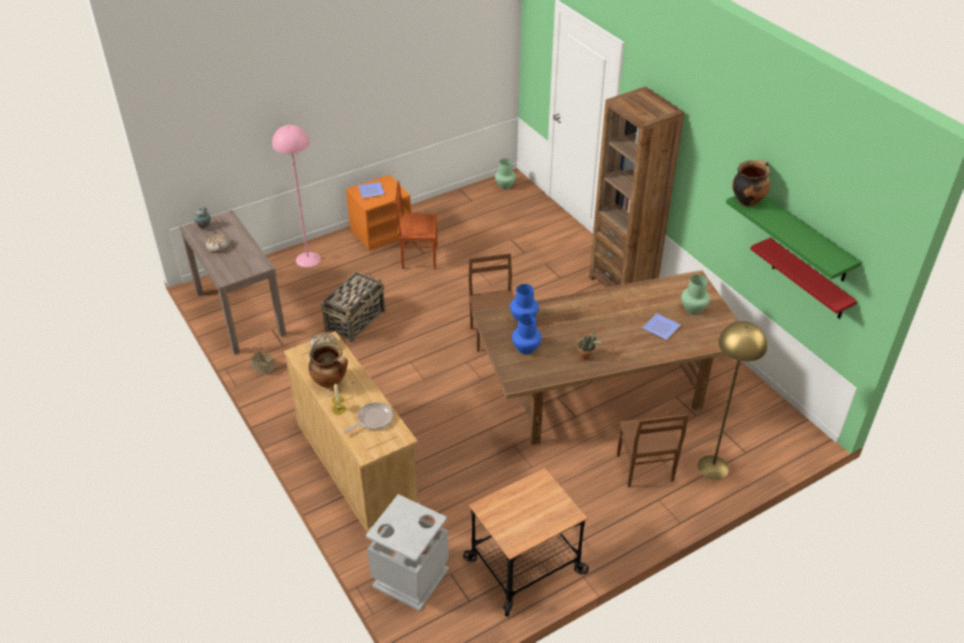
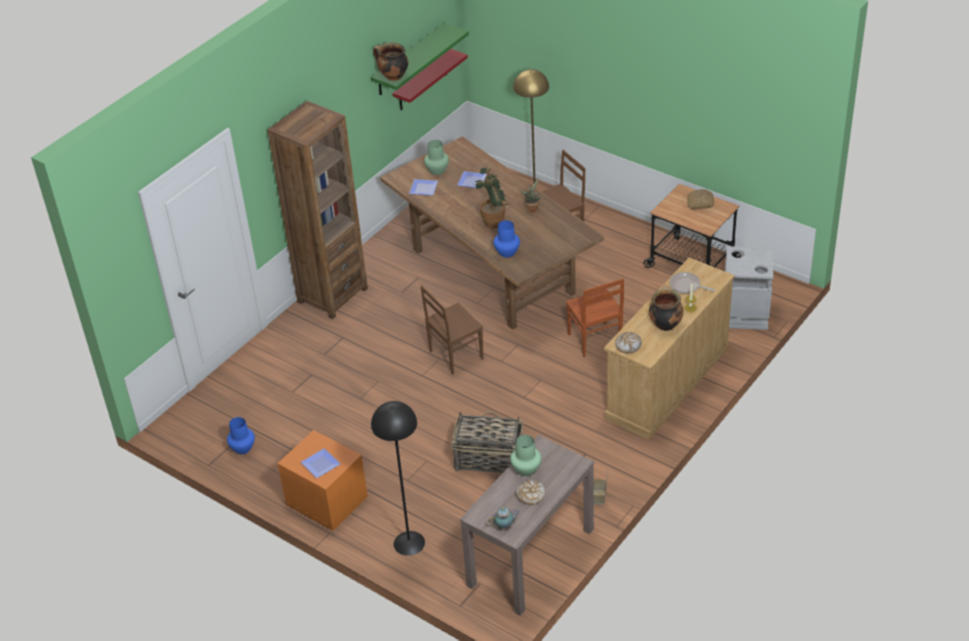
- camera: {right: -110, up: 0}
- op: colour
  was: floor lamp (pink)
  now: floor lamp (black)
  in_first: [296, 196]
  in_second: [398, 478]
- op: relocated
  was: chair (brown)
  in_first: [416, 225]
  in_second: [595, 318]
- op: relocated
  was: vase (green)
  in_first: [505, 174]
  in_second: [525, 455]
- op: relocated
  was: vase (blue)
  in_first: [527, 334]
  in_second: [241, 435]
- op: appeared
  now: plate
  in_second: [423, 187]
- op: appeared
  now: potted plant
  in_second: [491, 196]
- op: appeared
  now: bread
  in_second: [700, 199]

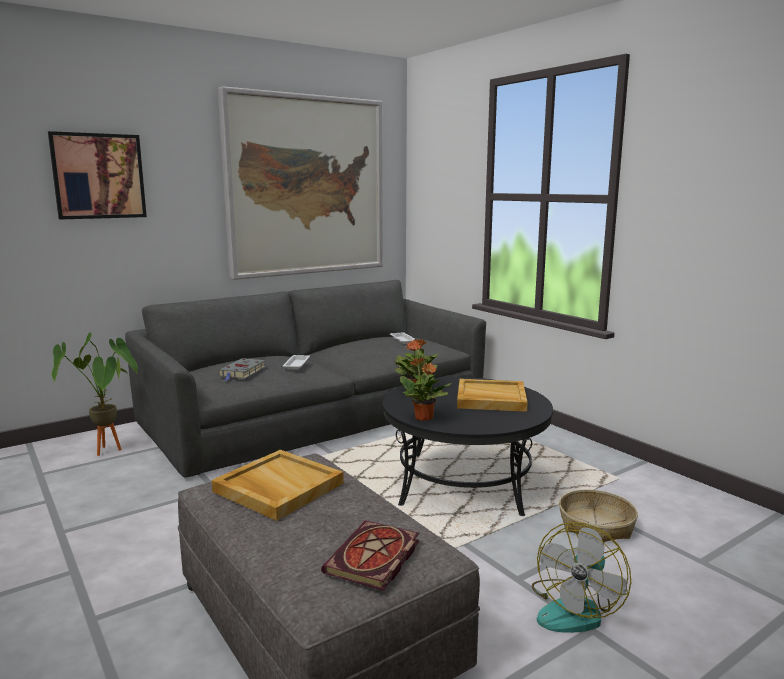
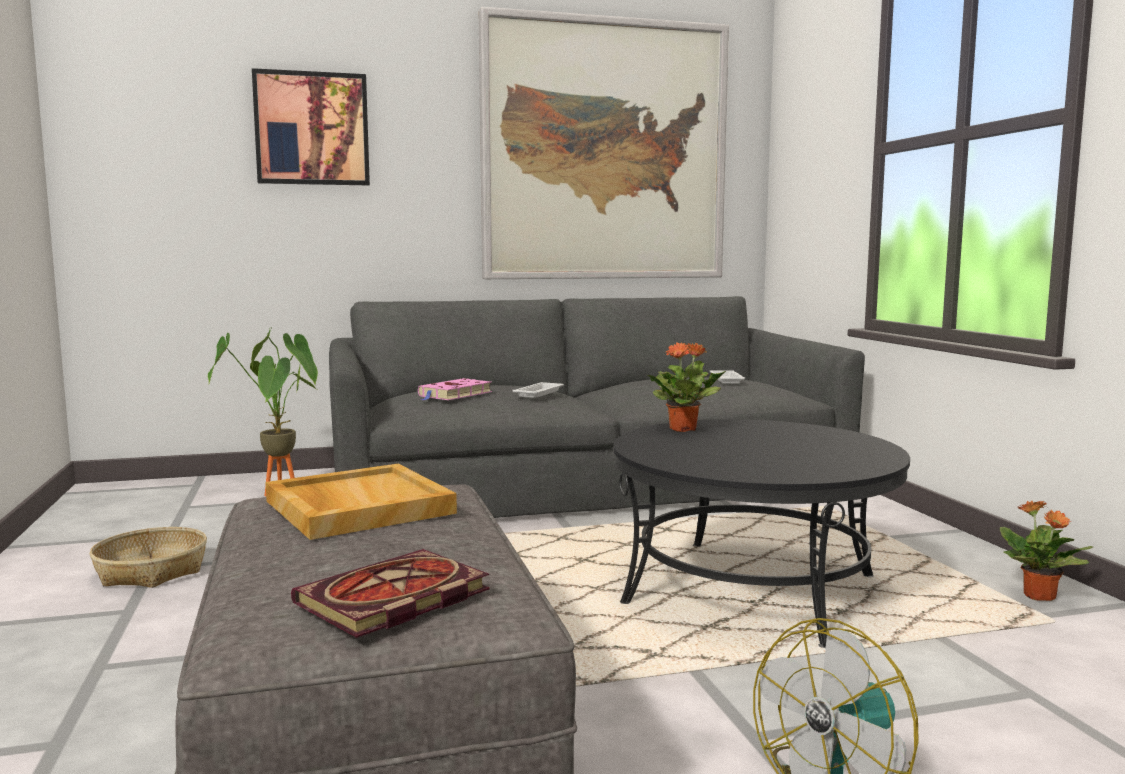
- camera: {right: 20, up: -5}
- op: colour
  was: book (grey)
  now: book (pink)
  in_first: [242, 369]
  in_second: [455, 389]
- op: relocated
  was: potted plant
  in_first: [426, 389]
  in_second: [1046, 551]
- op: missing
  was: tray (beige)
  in_first: [492, 395]
- op: relocated
  was: basket
  in_first: [598, 516]
  in_second: [148, 557]

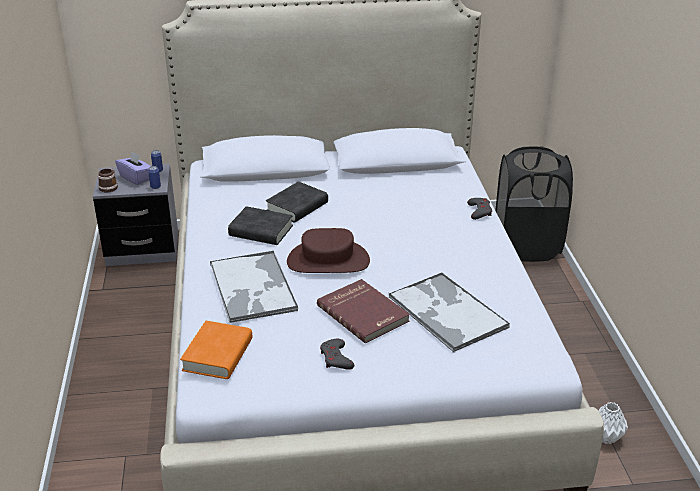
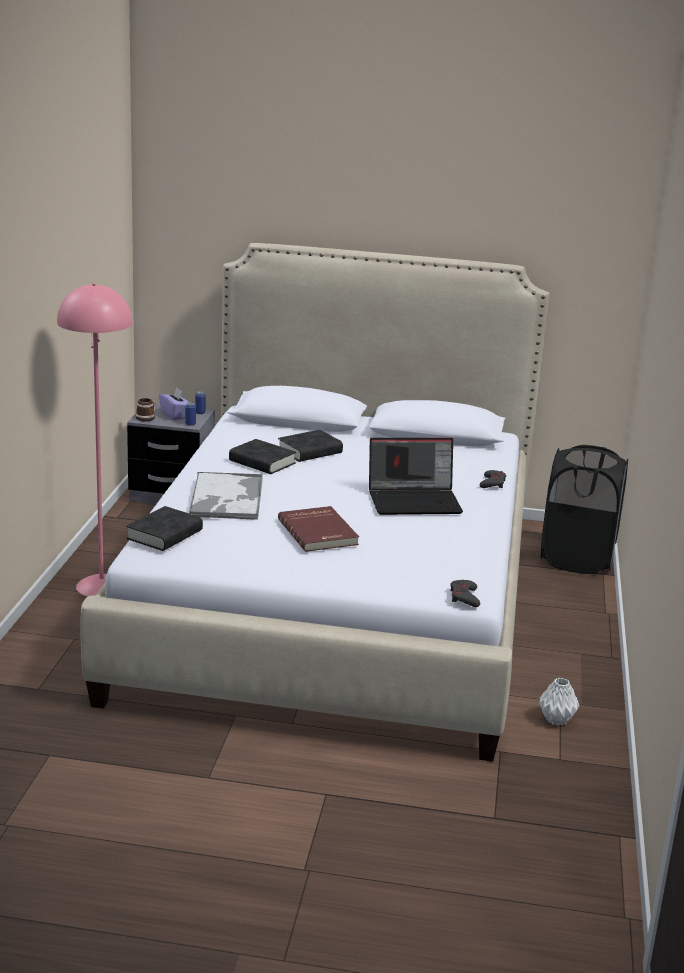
- camera: {right: 15, up: -10}
- op: colour
  was: book (orange)
  now: book (black)
  in_first: [216, 350]
  in_second: [164, 528]
- op: missing
  was: hat (brown)
  in_first: [328, 250]
- op: relocated
  was: game controller (grey)
  in_first: [337, 354]
  in_second: [465, 593]
- op: missing
  was: tray
  in_first: [449, 312]
- op: appeared
  now: floor lamp (pink)
  in_second: [95, 440]
- op: appeared
  now: laptop
  in_second: [416, 476]

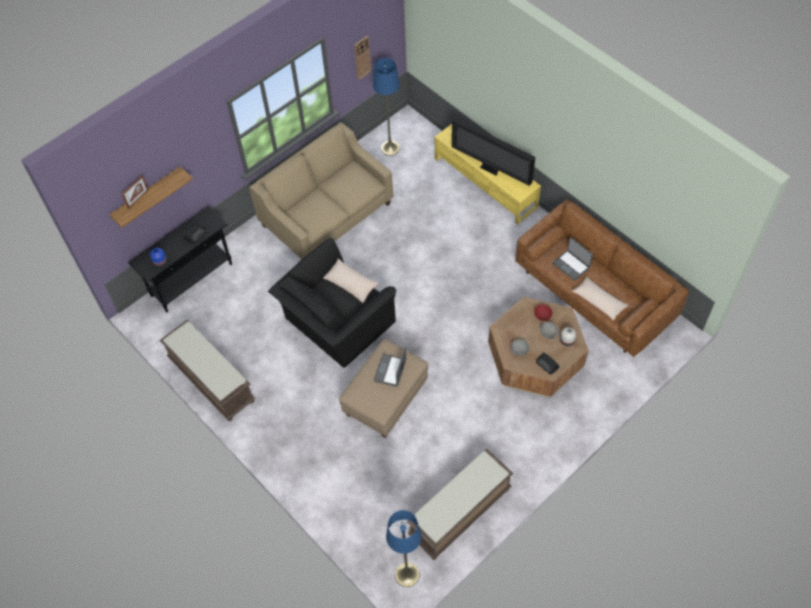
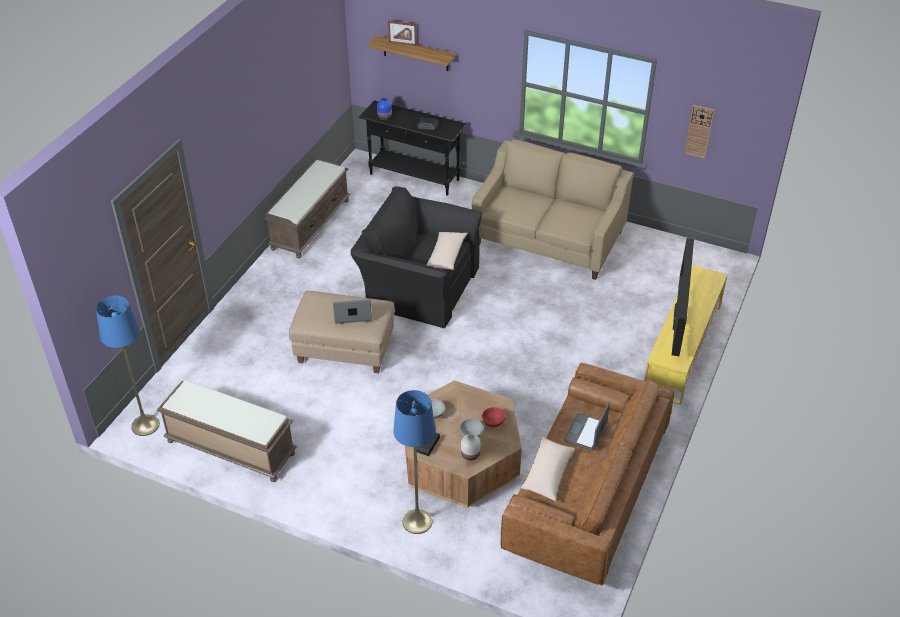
- camera: {right: 65, up: -15}
- op: relocated
  was: floor lamp (blue)
  in_first: [386, 107]
  in_second: [414, 462]

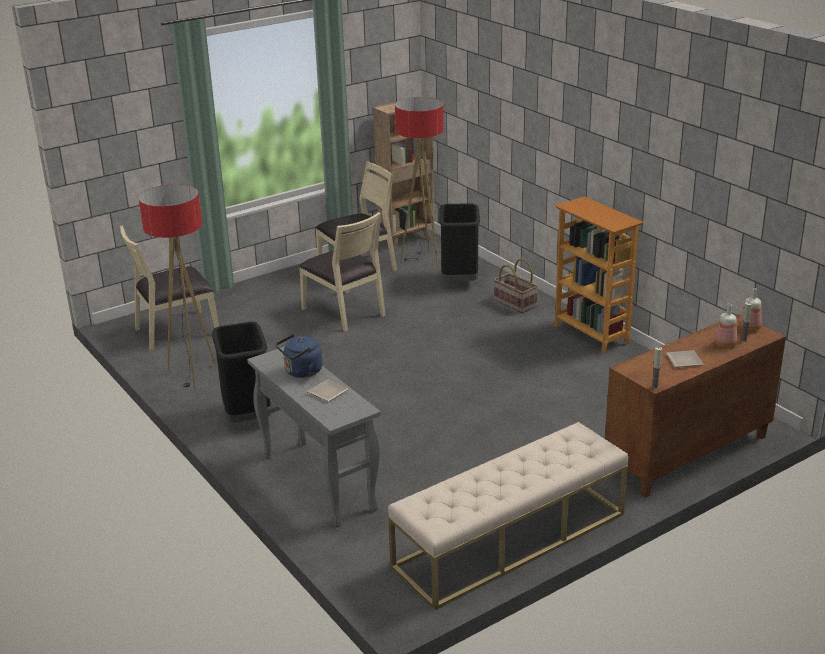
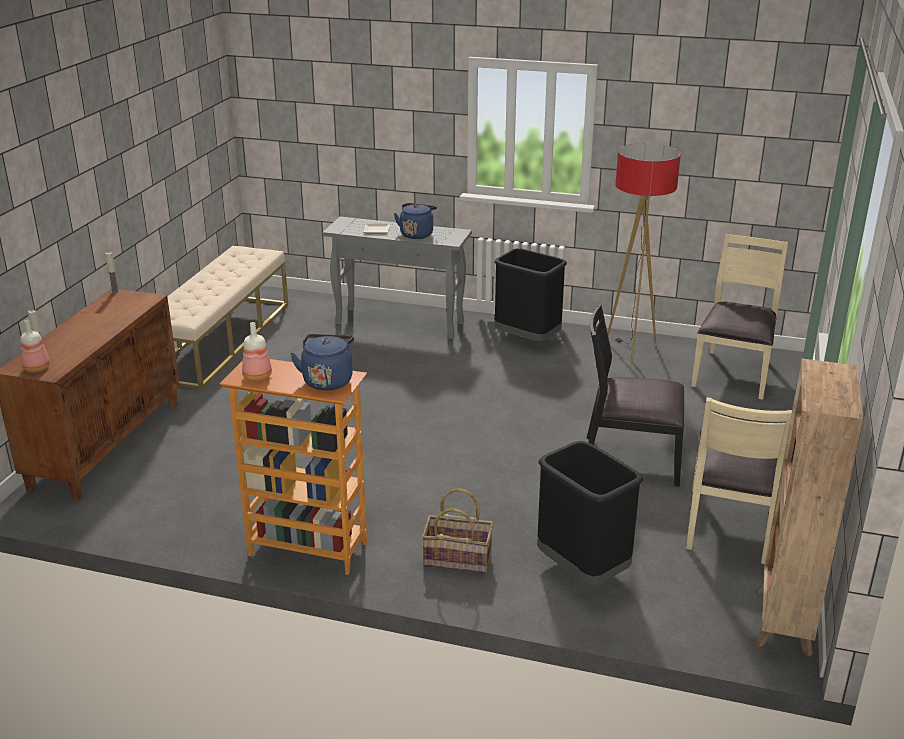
- camera: {right: 140, up: 0}
- op: colour
  was: chair (beige)
  now: chair (black)
  in_first: [342, 272]
  in_second: [635, 395]
- op: missing
  was: floor lamp
  in_first: [419, 182]
- op: missing
  was: plate
  in_first: [685, 358]
- op: relocated
  was: bottle
  in_first: [725, 326]
  in_second: [257, 351]
- op: appeared
  now: kettle (blue)
  in_second: [322, 362]

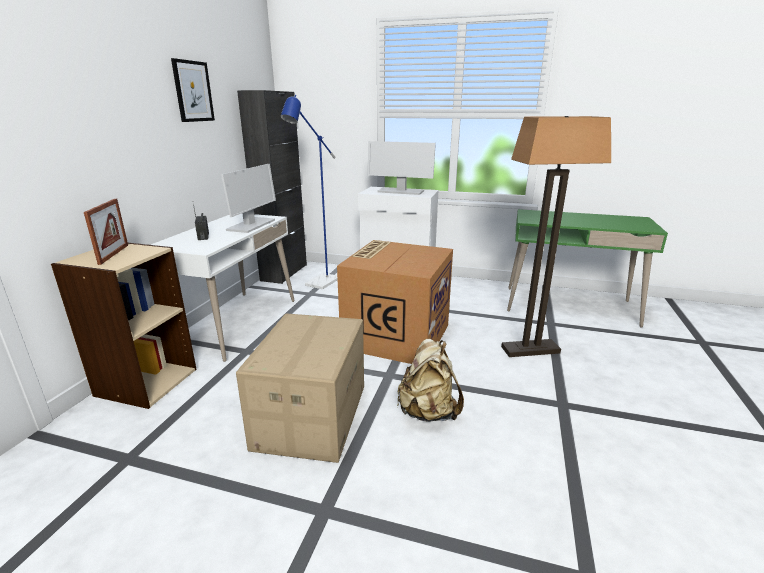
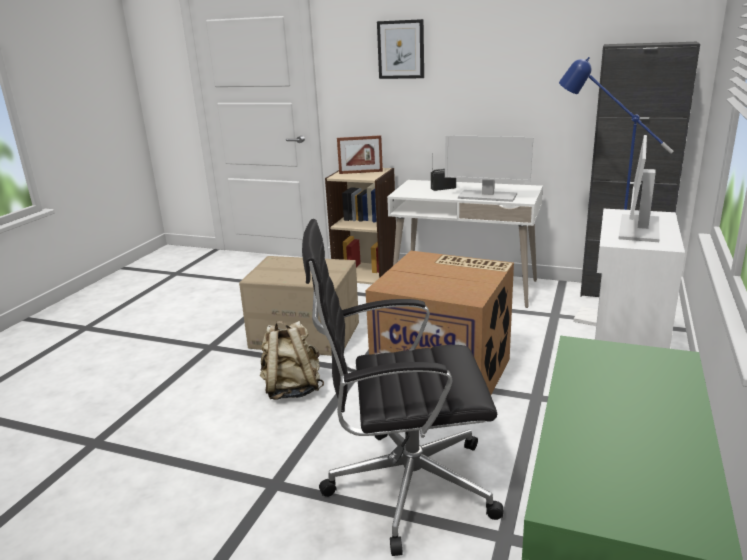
- camera: {right: 95, up: 0}
- op: relocated
  was: picture
  in_first: [193, 90]
  in_second: [400, 49]
- op: exchanged
  was: floor lamp
  now: office chair (black)
  in_first: [556, 236]
  in_second: [403, 387]

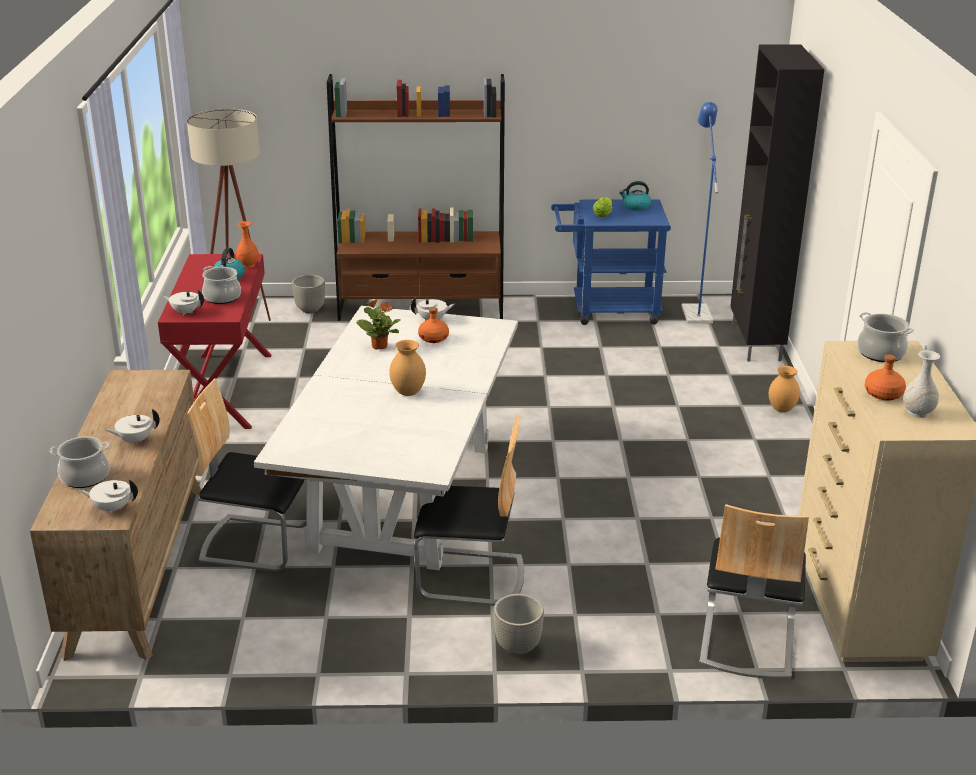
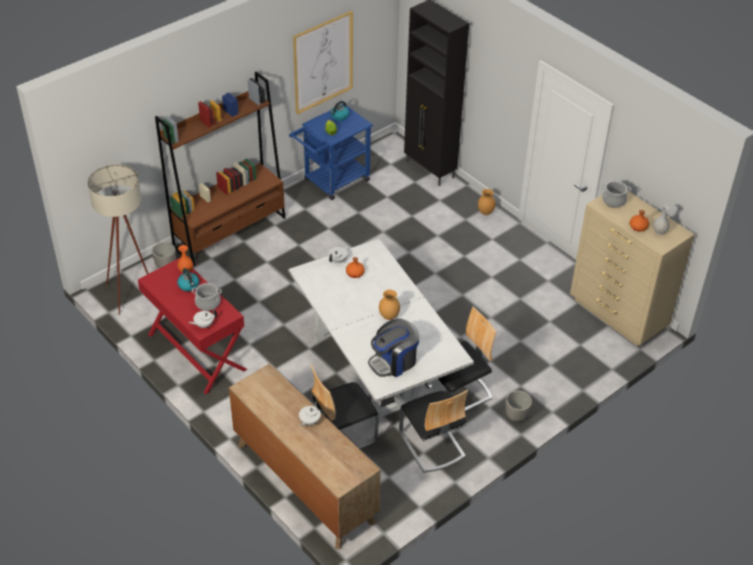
- camera: {right: -40, up: 15}
- op: missing
  was: cooking pot
  in_first: [80, 462]
- op: missing
  was: teapot (white)
  in_first: [108, 496]
- op: missing
  was: potted plant
  in_first: [378, 324]
- op: missing
  was: floor lamp (blue)
  in_first: [699, 212]
- op: relocated
  was: chair
  in_first: [754, 591]
  in_second: [433, 431]
- op: appeared
  now: picture
  in_second: [323, 62]
- op: appeared
  now: coffee machine
  in_second: [393, 347]

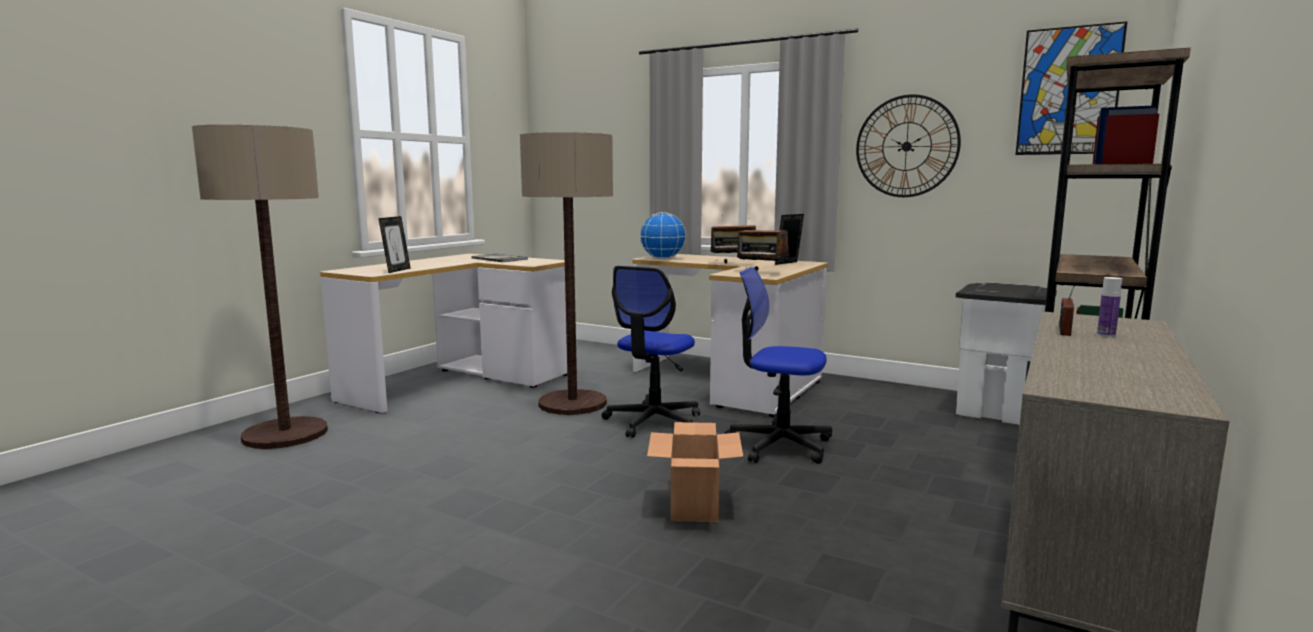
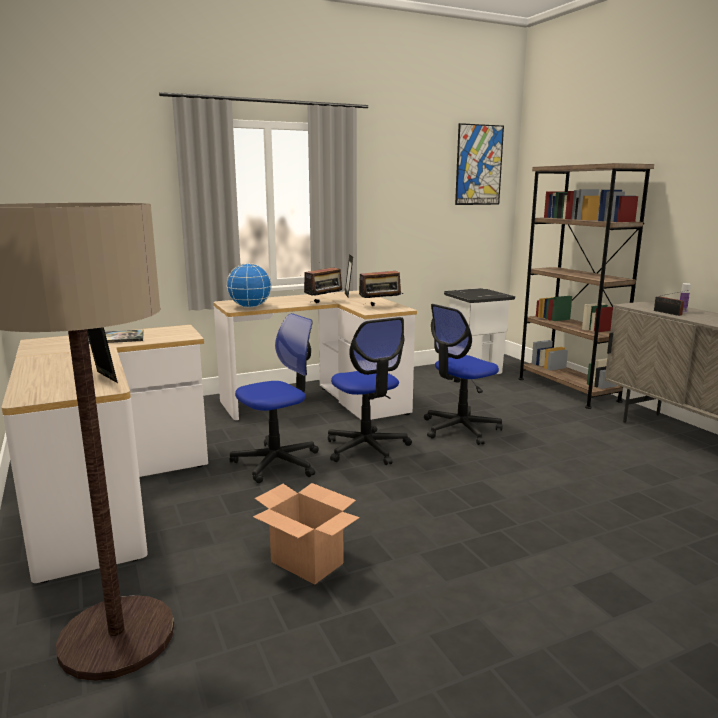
- camera: {right: -55, up: 5}
- op: exchanged
  was: floor lamp
  now: office chair
  in_first: [566, 273]
  in_second: [274, 398]
- op: relocated
  was: cardboard box
  in_first: [695, 472]
  in_second: [306, 533]
- op: missing
  was: wall clock
  in_first: [908, 145]

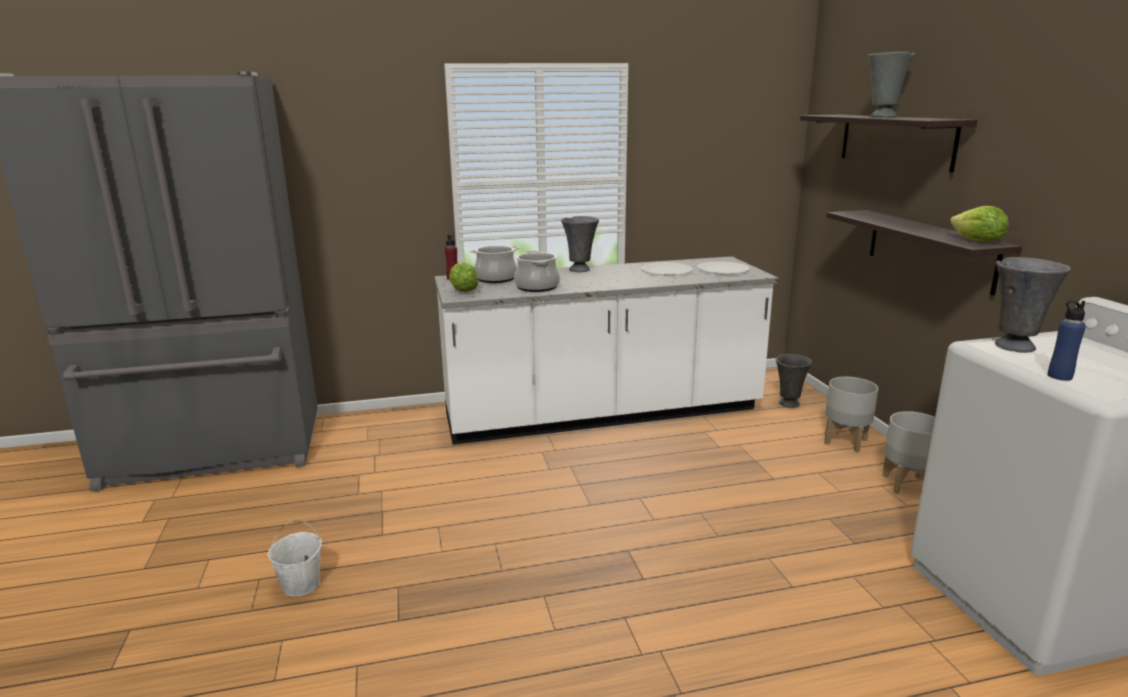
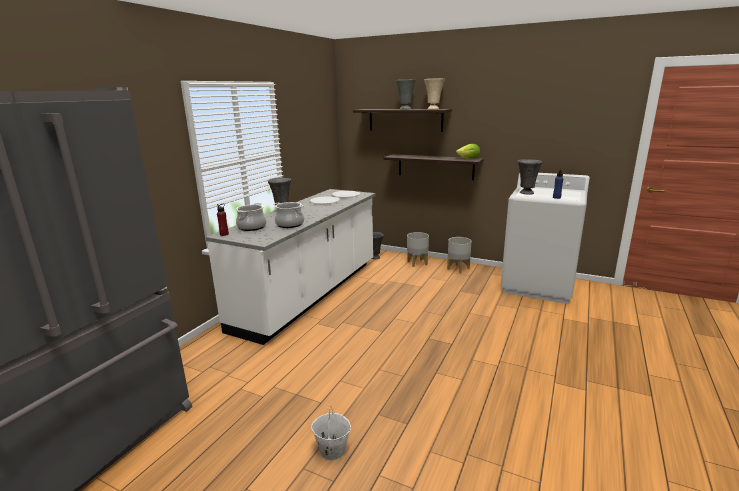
- camera: {right: -50, up: 0}
- op: missing
  was: lettuce
  in_first: [463, 277]
- op: appeared
  now: vase (beige)
  in_second: [434, 94]

